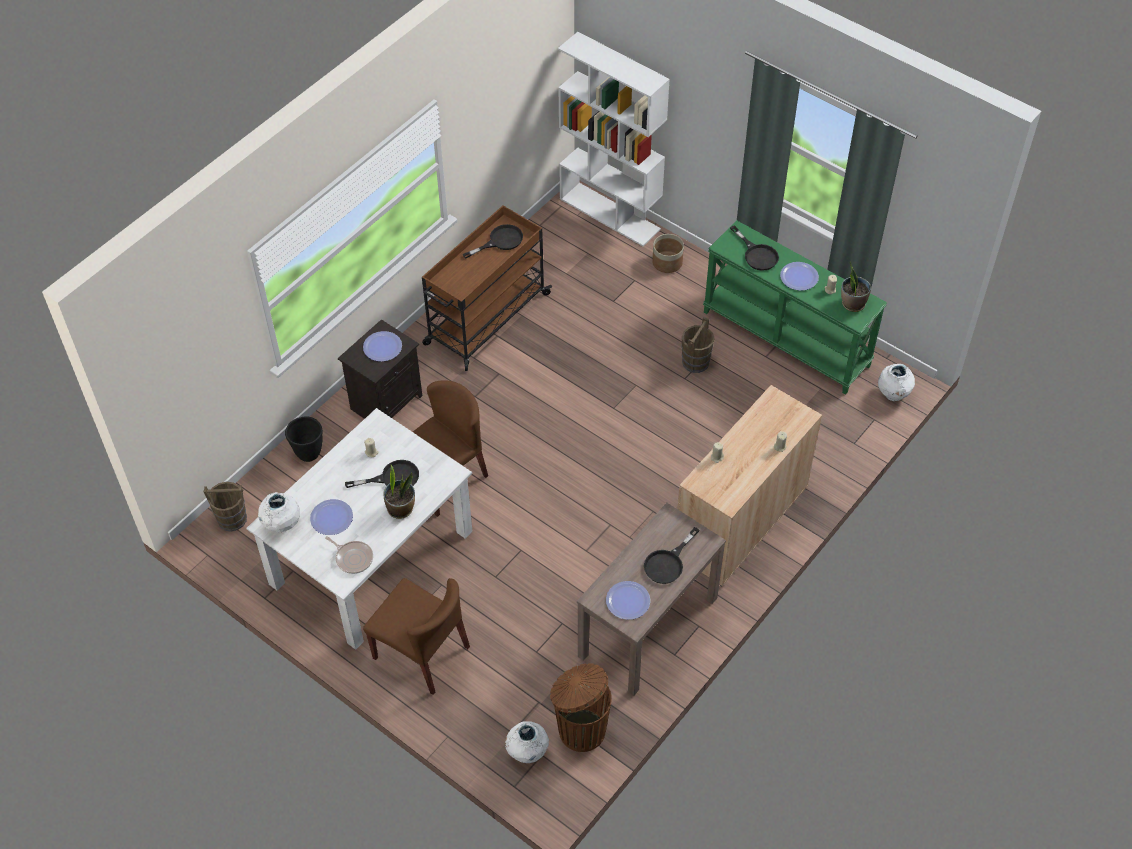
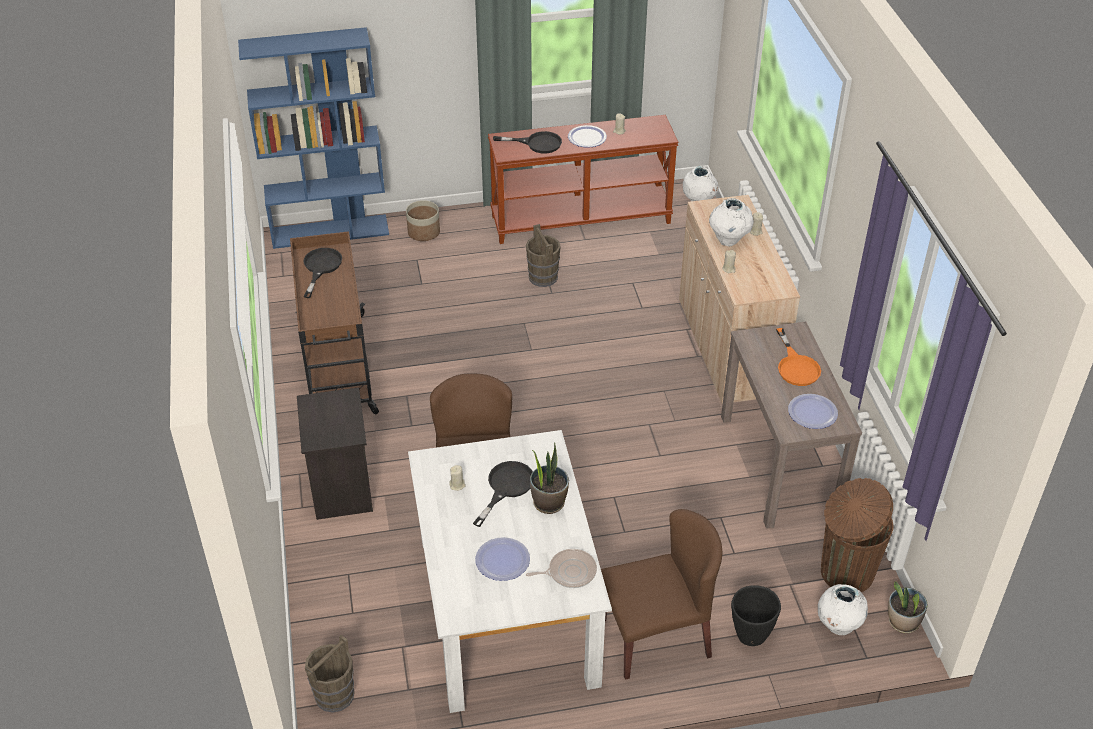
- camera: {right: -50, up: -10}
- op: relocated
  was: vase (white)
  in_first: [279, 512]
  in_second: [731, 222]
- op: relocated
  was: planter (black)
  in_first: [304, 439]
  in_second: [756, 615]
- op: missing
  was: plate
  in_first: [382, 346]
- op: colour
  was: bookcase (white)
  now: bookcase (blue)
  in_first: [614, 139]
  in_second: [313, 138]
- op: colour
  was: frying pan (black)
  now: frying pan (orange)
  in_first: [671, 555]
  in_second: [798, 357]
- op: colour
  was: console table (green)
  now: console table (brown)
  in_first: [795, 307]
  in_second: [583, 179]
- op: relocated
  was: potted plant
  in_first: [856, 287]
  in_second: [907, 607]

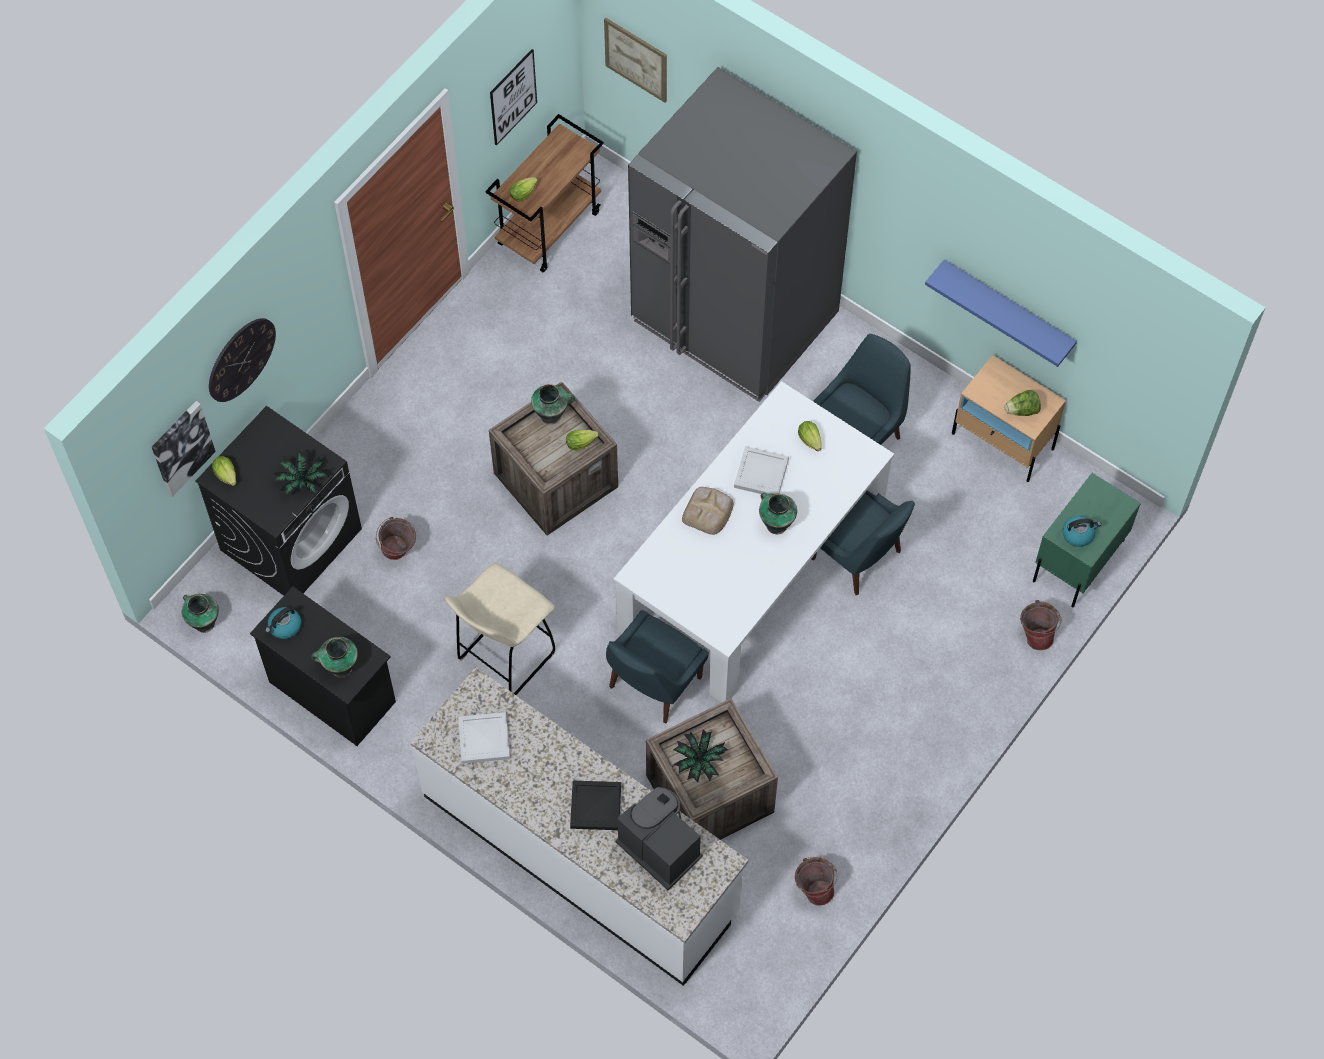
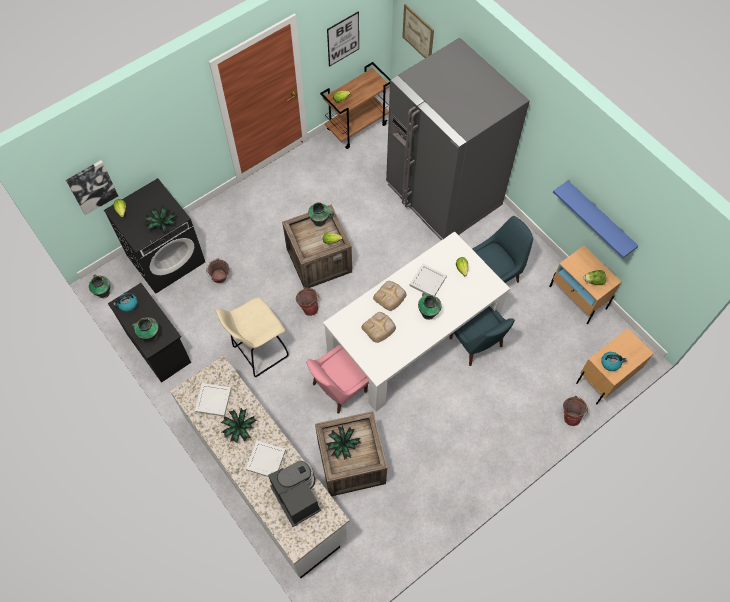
- camera: {right: 15, up: 0}
- op: missing
  was: wall clock
  in_first: [242, 360]
- op: colour
  was: tray (black)
  now: tray (white)
  in_first: [595, 805]
  in_second: [266, 459]
- op: colour
  was: chair (blue)
  now: chair (pink)
  in_first: [657, 667]
  in_second: [337, 379]
- op: relocated
  was: bucket
  in_first: [816, 881]
  in_second: [307, 301]
- op: colour
  was: nightstand (green)
  now: nightstand (beige)
  in_first: [1087, 540]
  in_second: [615, 366]
- op: appeared
  now: potted plant
  in_second: [239, 425]
- op: appeared
  now: bread
  in_second: [379, 327]

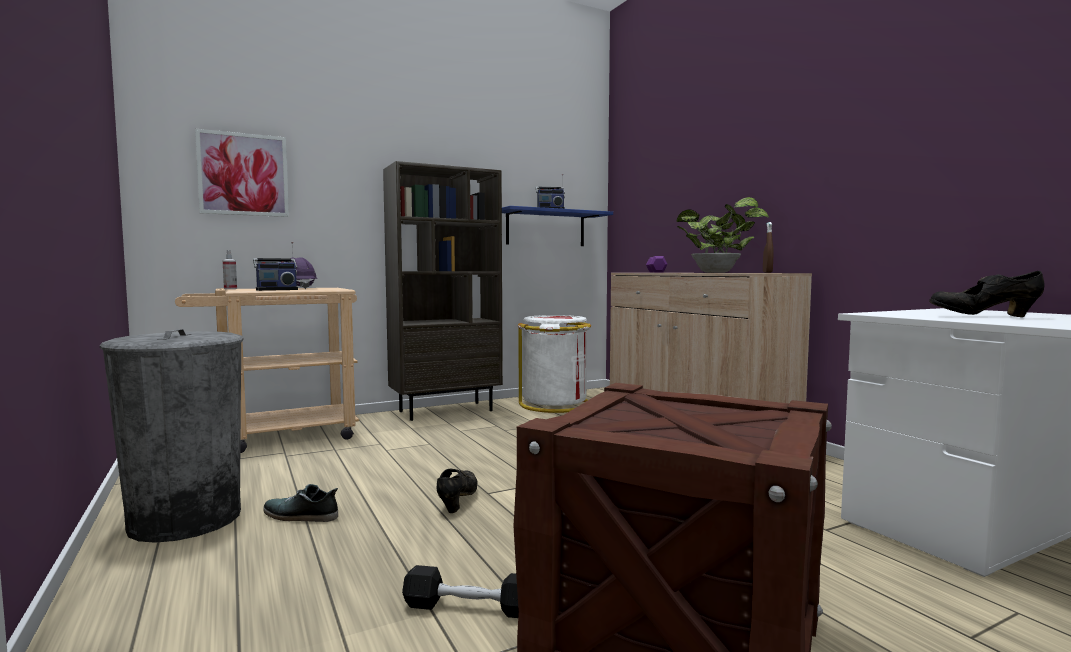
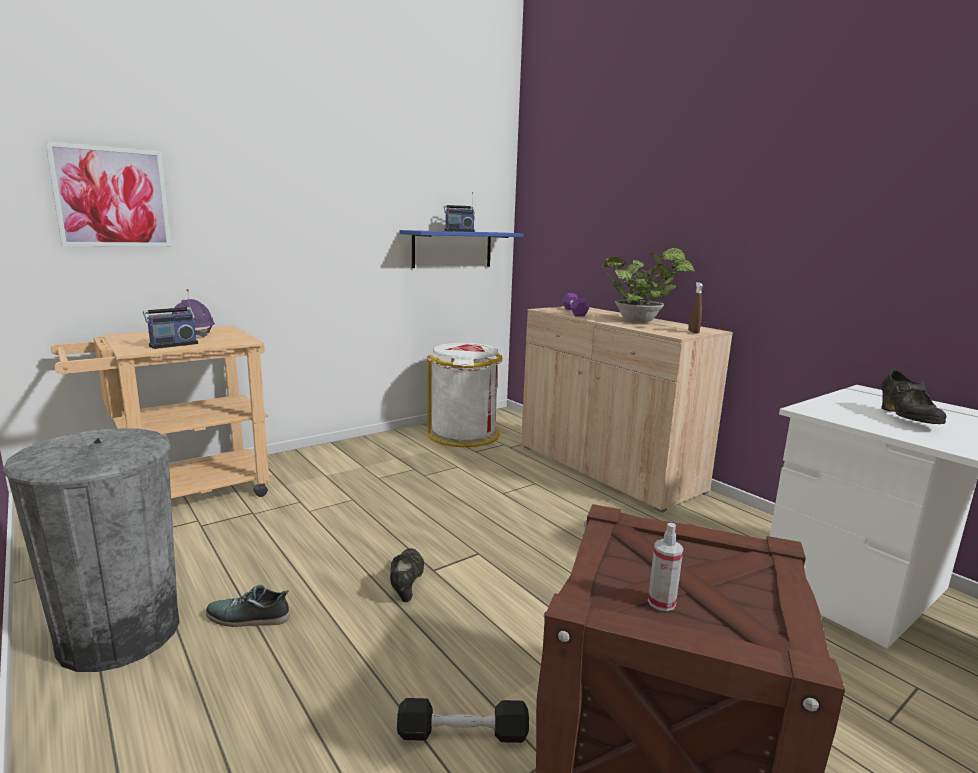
- camera: {right: -10, up: 10}
- op: relocated
  was: spray bottle
  in_first: [230, 269]
  in_second: [666, 567]
- op: missing
  was: bookcase (brown)
  in_first: [443, 291]
- op: spun
  was: shoe (black)
  in_first: [987, 294]
  in_second: [913, 397]
  clockwise: -90

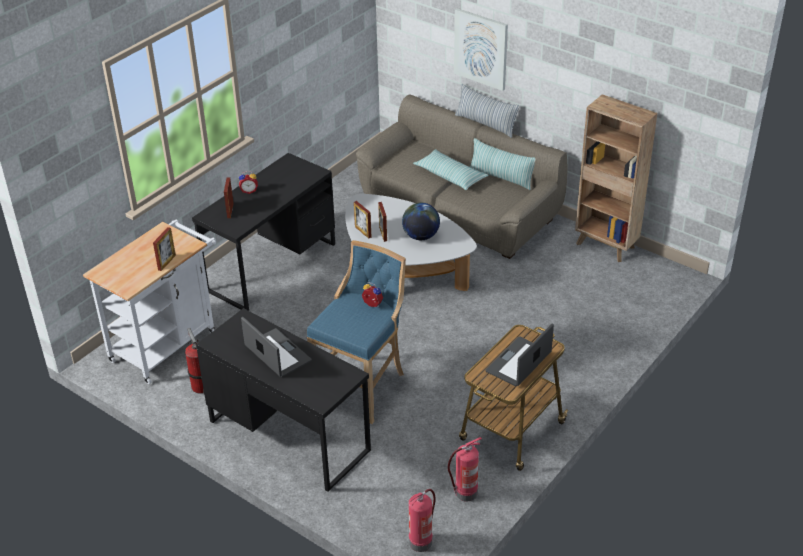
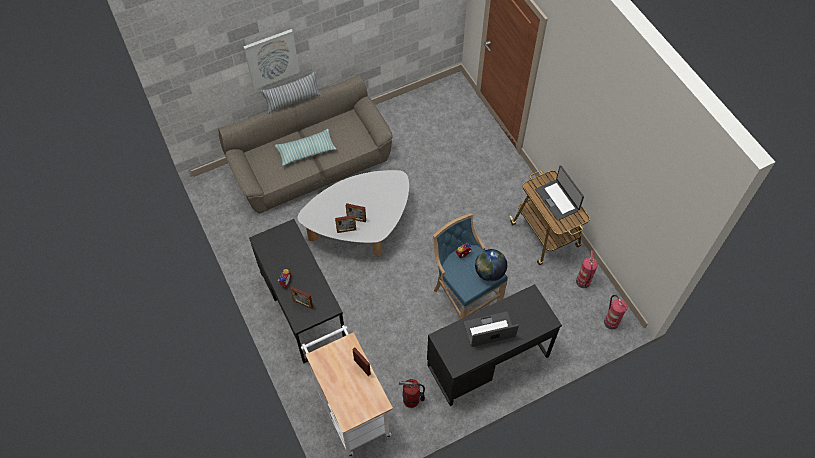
- camera: {right: -65, up: 20}
- op: relocated
  was: globe
  in_first: [421, 221]
  in_second: [491, 265]
- op: missing
  was: pillow
  in_first: [503, 164]
- op: missing
  was: bookcase (brown)
  in_first: [616, 178]

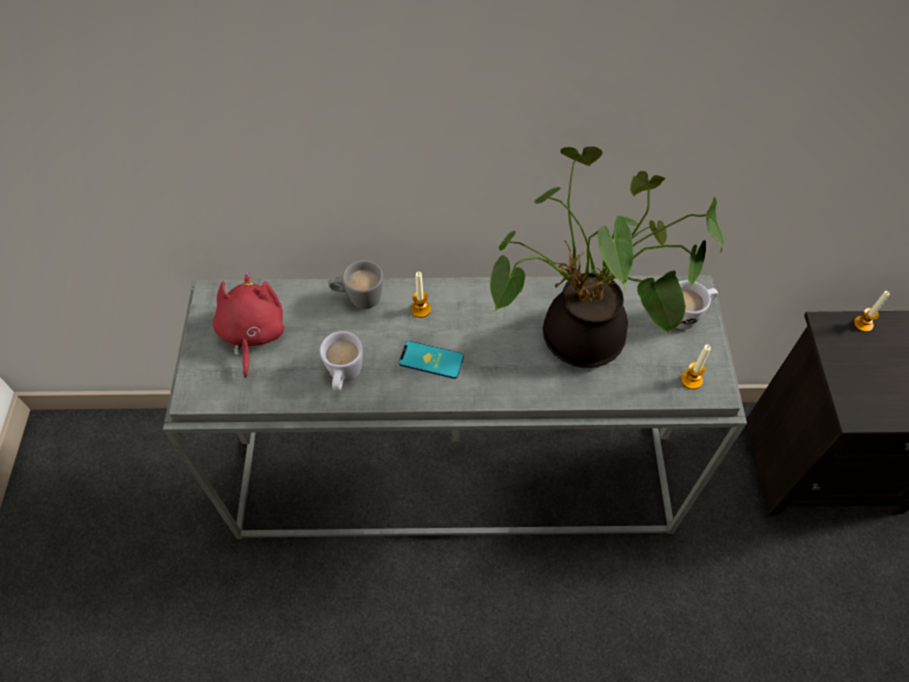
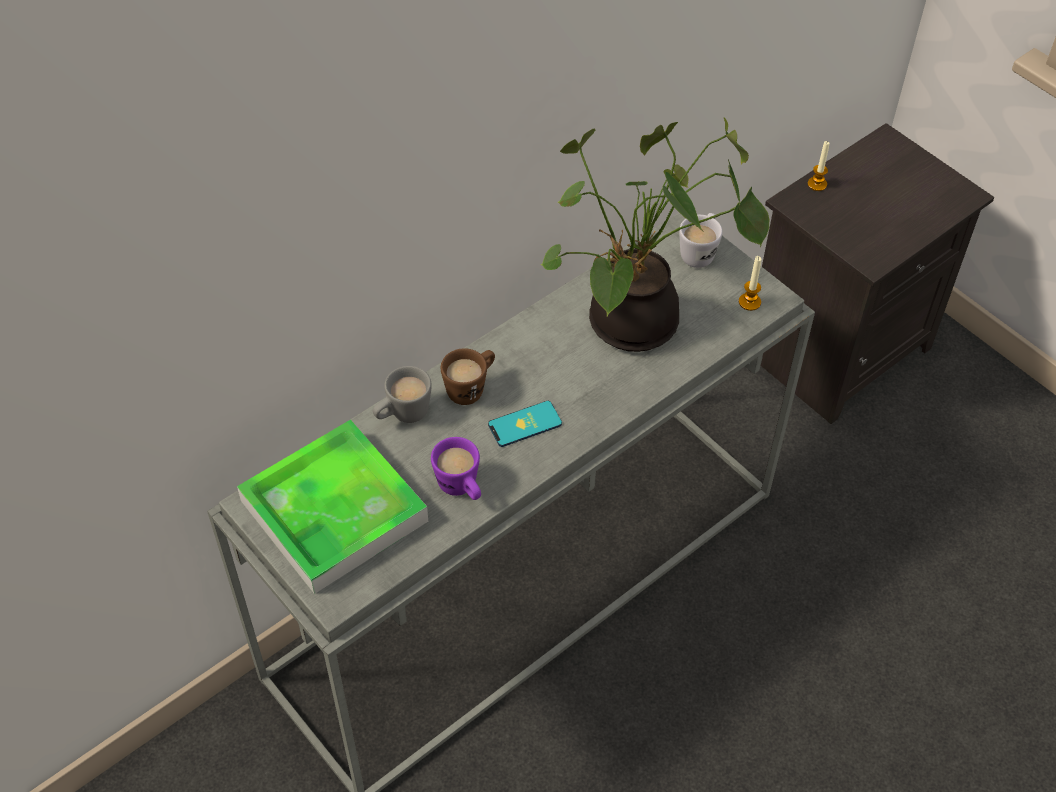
- camera: {right: -40, up: -5}
- op: exchanged
  was: plush toy (red)
  now: tray
  in_first: [248, 325]
  in_second: [332, 507]
- op: colour
  was: mug (white)
  now: mug (purple)
  in_first: [341, 361]
  in_second: [456, 468]
- op: exchanged
  was: candle
  now: mug (brown)
  in_first: [421, 295]
  in_second: [468, 376]

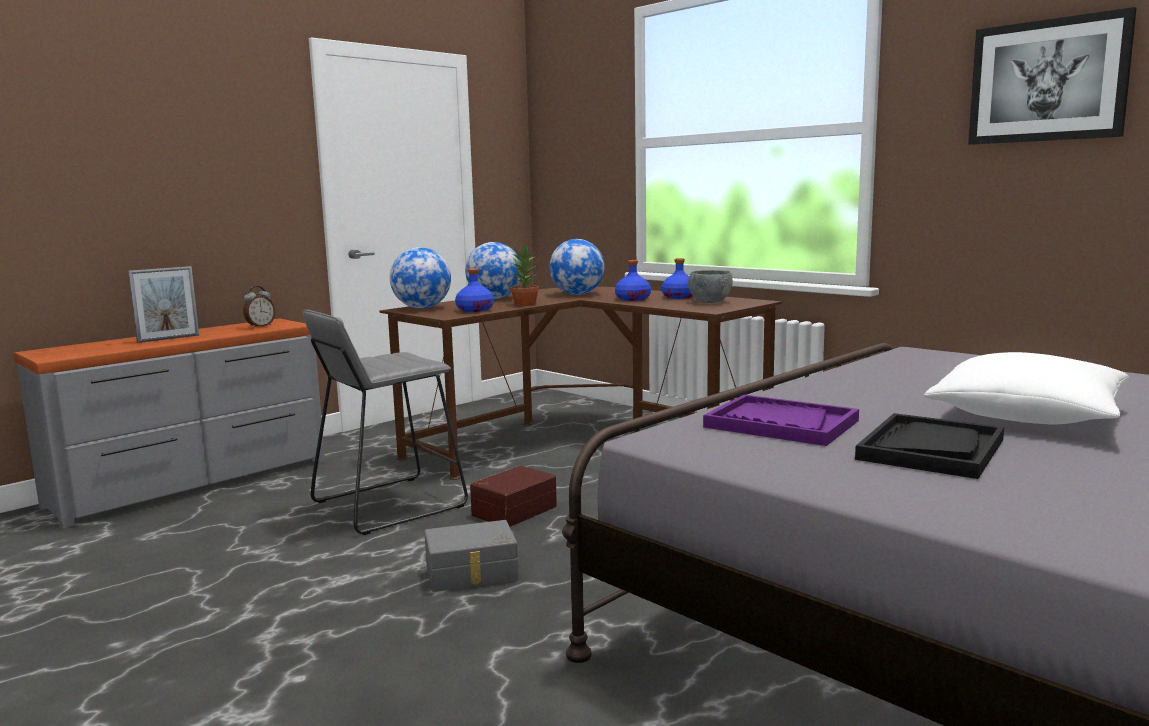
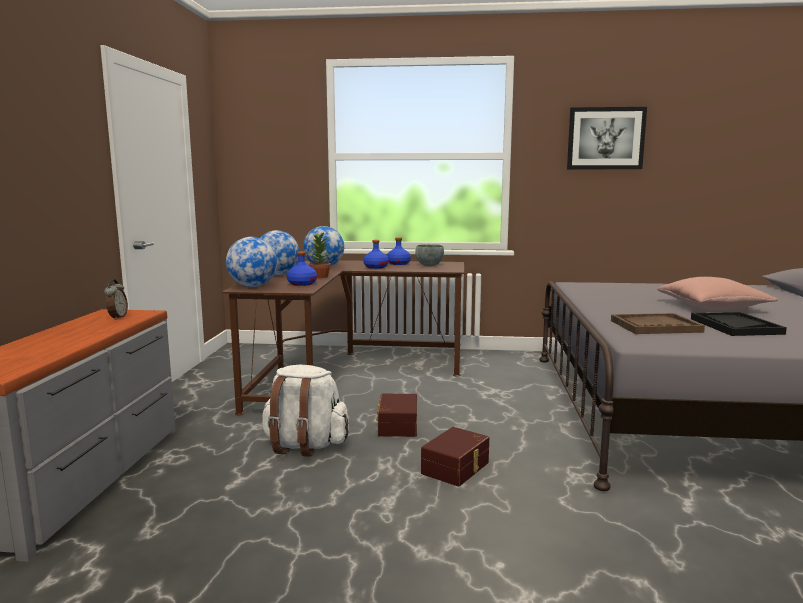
- camera: {right: -40, up: 0}
- op: missing
  was: picture frame
  in_first: [163, 304]
- op: exchanged
  was: stool (grey)
  now: backpack (white)
  in_first: [385, 422]
  in_second: [305, 411]
- op: colour
  was: storage box (grey)
  now: storage box (brown)
  in_first: [471, 556]
  in_second: [455, 457]
- op: colour
  was: tray (purple)
  now: tray (brown)
  in_first: [781, 420]
  in_second: [658, 323]
- op: colour
  was: pillow (white)
  now: pillow (pink)
  in_first: [1026, 388]
  in_second: [717, 293]

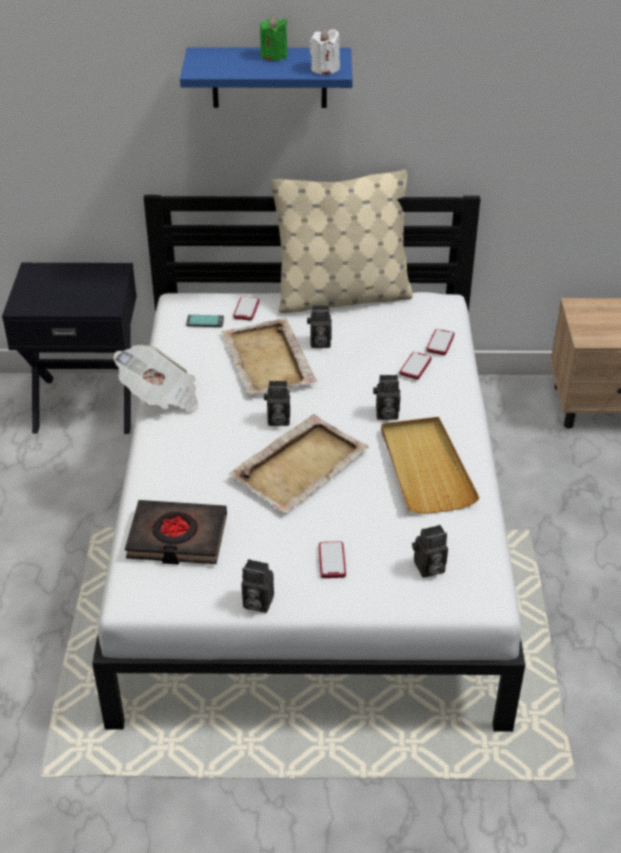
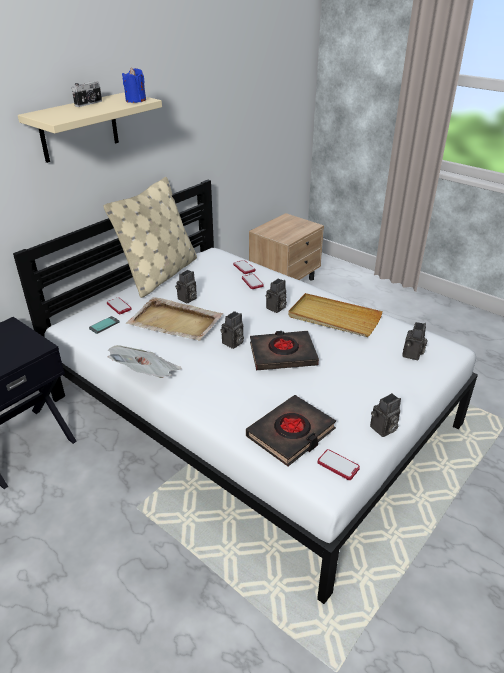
- camera: {right: -50, up: -5}
- op: colour
  was: shelf (blue)
  now: shelf (beige)
  in_first: [266, 77]
  in_second: [90, 127]
- op: exchanged
  was: tray (beige)
  now: book (black)
  in_first: [299, 464]
  in_second: [284, 350]
- op: exchanged
  was: candle (green)
  now: photo camera
  in_first: [274, 38]
  in_second: [87, 94]
- op: colour
  was: candle (white)
  now: candle (blue)
  in_first: [324, 51]
  in_second: [134, 85]
- op: relocated
  was: phone
  in_first: [332, 559]
  in_second: [339, 464]

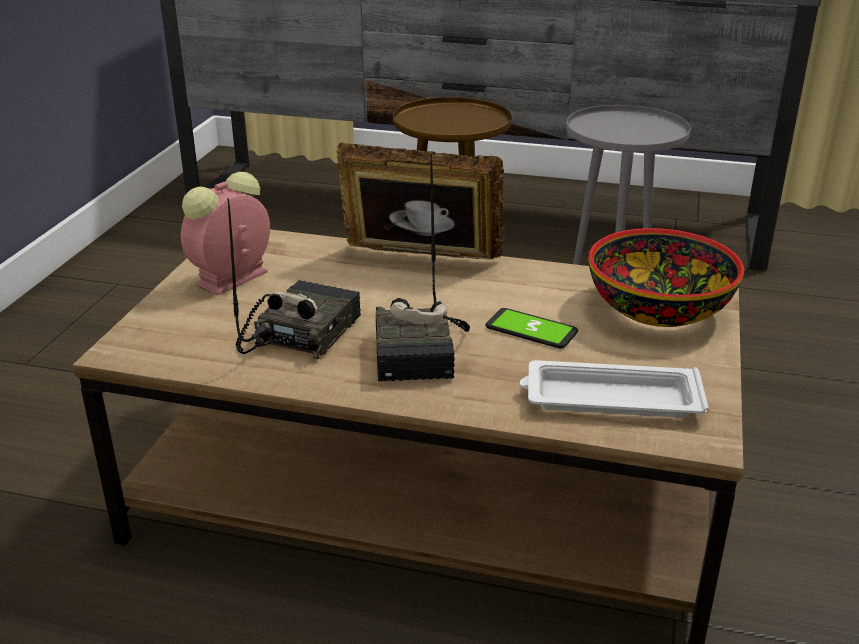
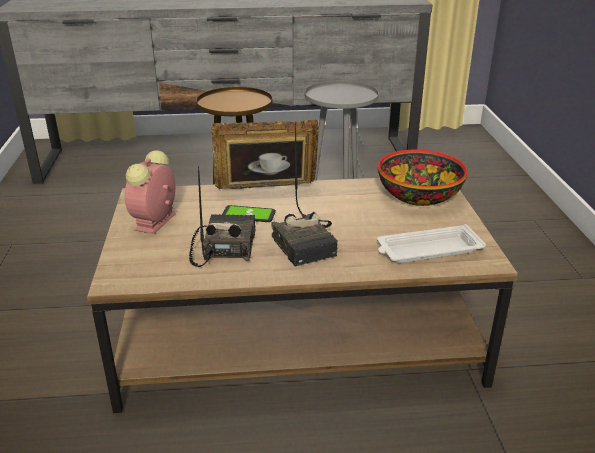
- camera: {right: -20, up: 0}
- op: relocated
  was: phone
  in_first: [532, 328]
  in_second: [249, 213]

